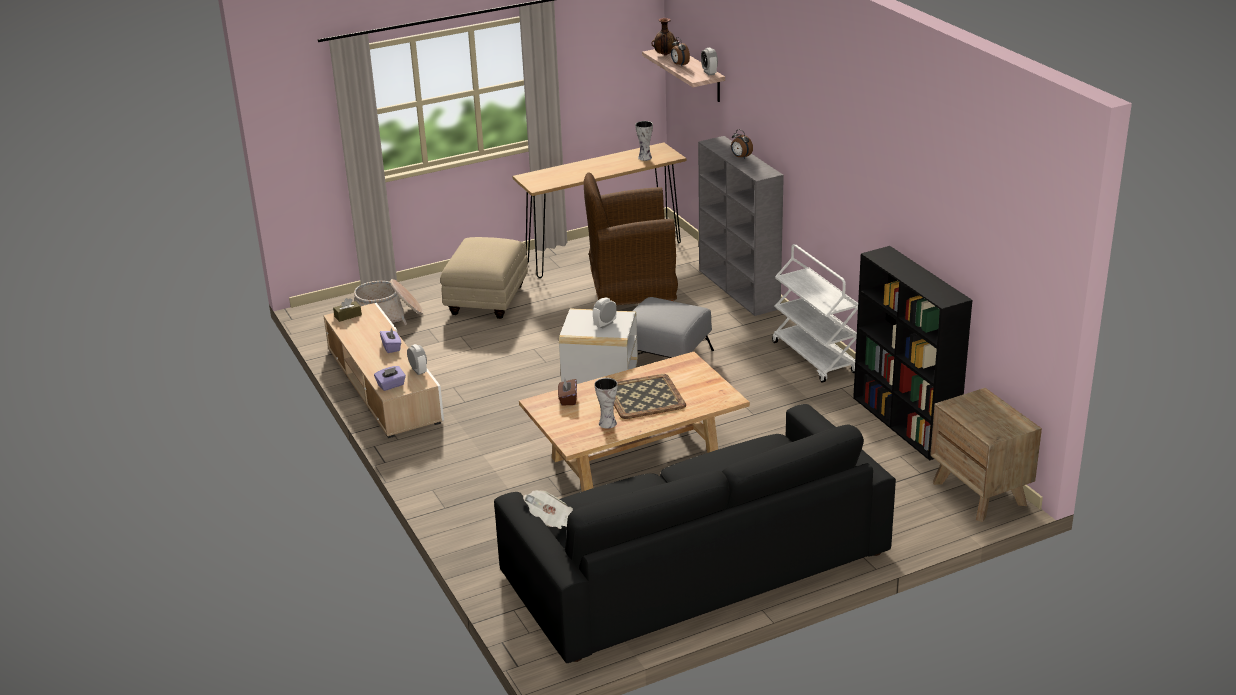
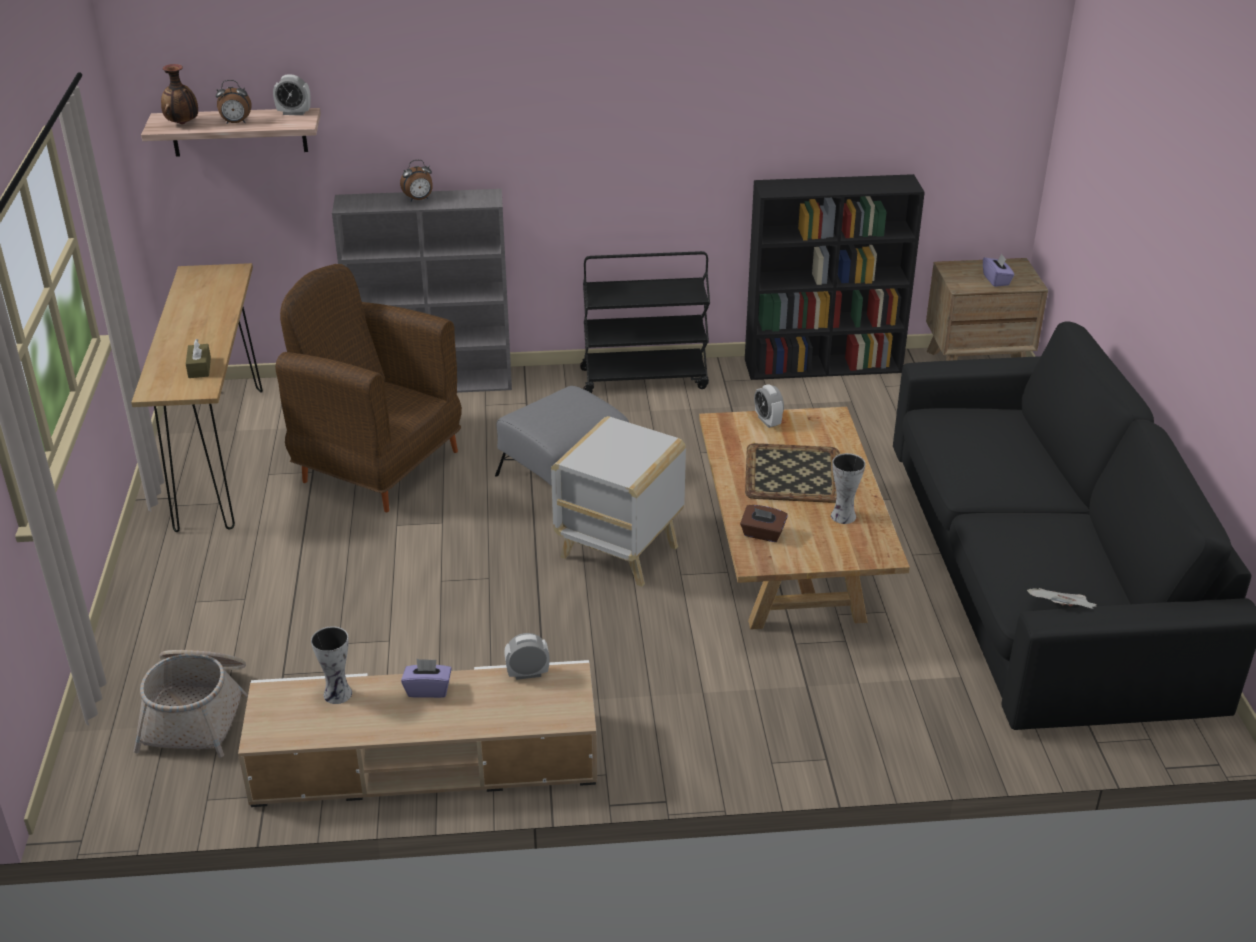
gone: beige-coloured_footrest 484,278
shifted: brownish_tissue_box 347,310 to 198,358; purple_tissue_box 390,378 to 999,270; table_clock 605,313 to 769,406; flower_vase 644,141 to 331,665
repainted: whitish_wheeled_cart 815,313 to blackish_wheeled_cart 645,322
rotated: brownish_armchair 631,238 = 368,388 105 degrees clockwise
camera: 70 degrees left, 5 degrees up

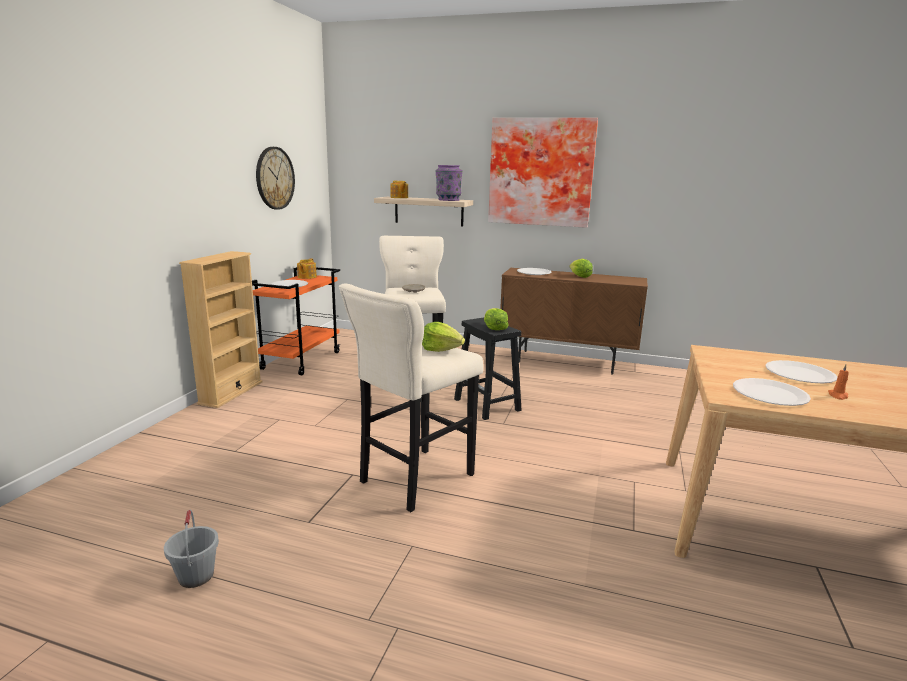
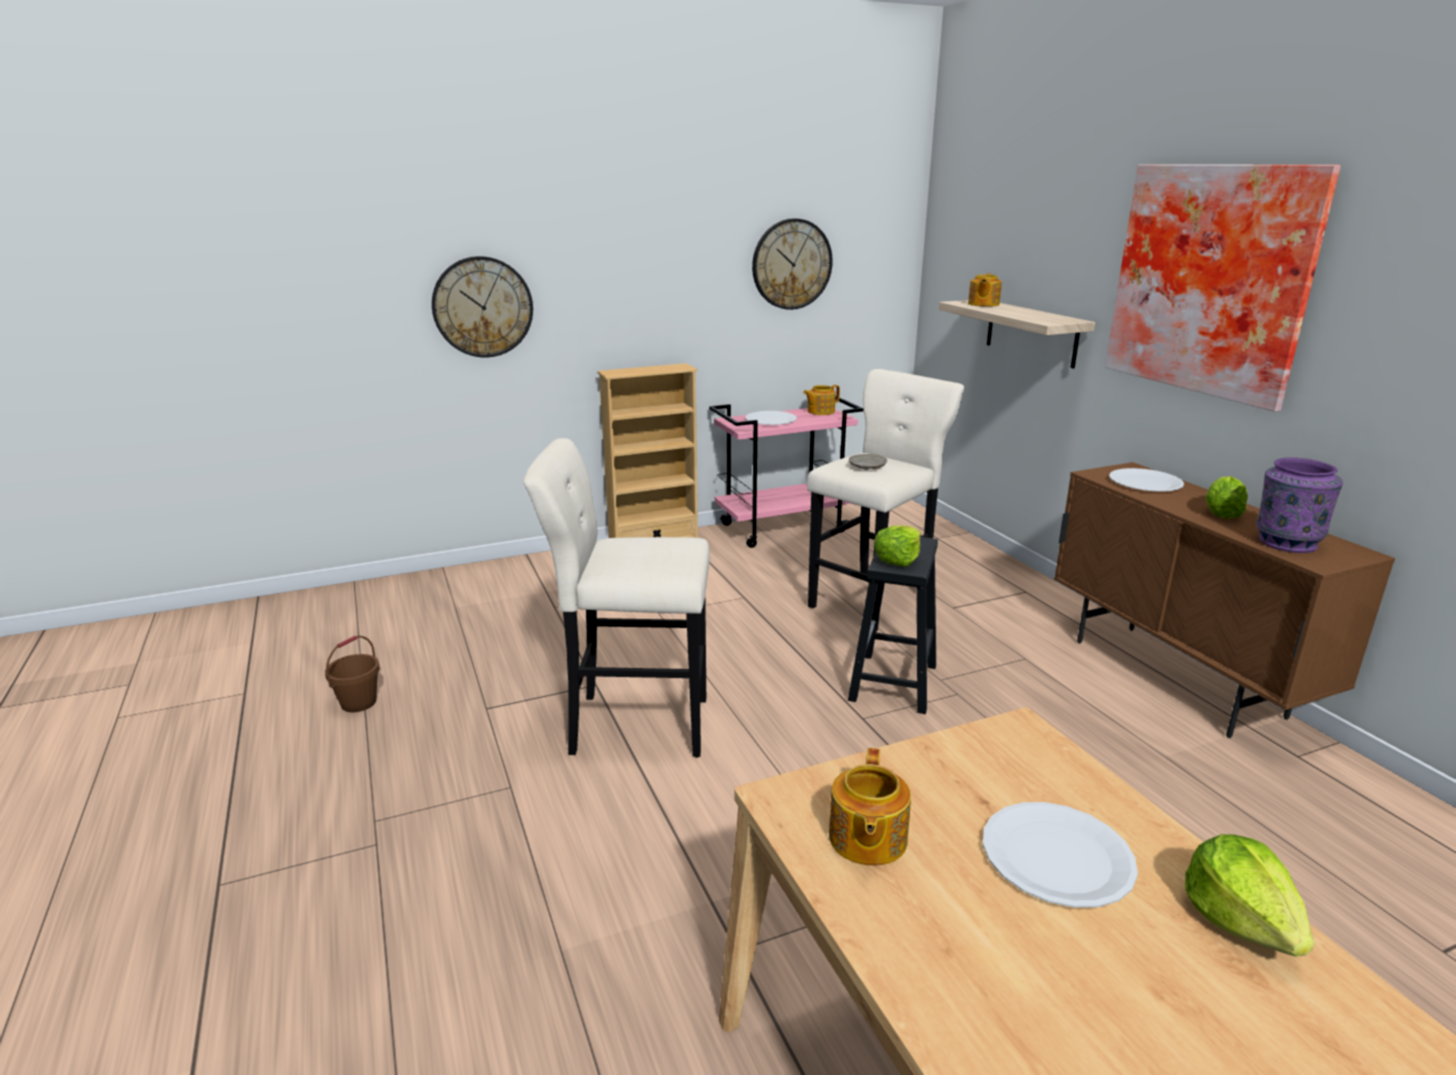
gone: orange-coloured_wax_light 838,382
new: wall_clock 482,307
shifted: lettuce_head 443,337 to 1249,895; purple_flower_vase 448,183 to 1299,505
swapped: whitish_plate 772,392 to tea_pot 870,807
repainted: greyish_water_bucket 191,548 to brownish_water_bucket 352,674; orange-coloured_wheeled_cart 296,321 to pinkish_wheeled_cart 786,472
camera: 50 degrees right, 5 degrees up

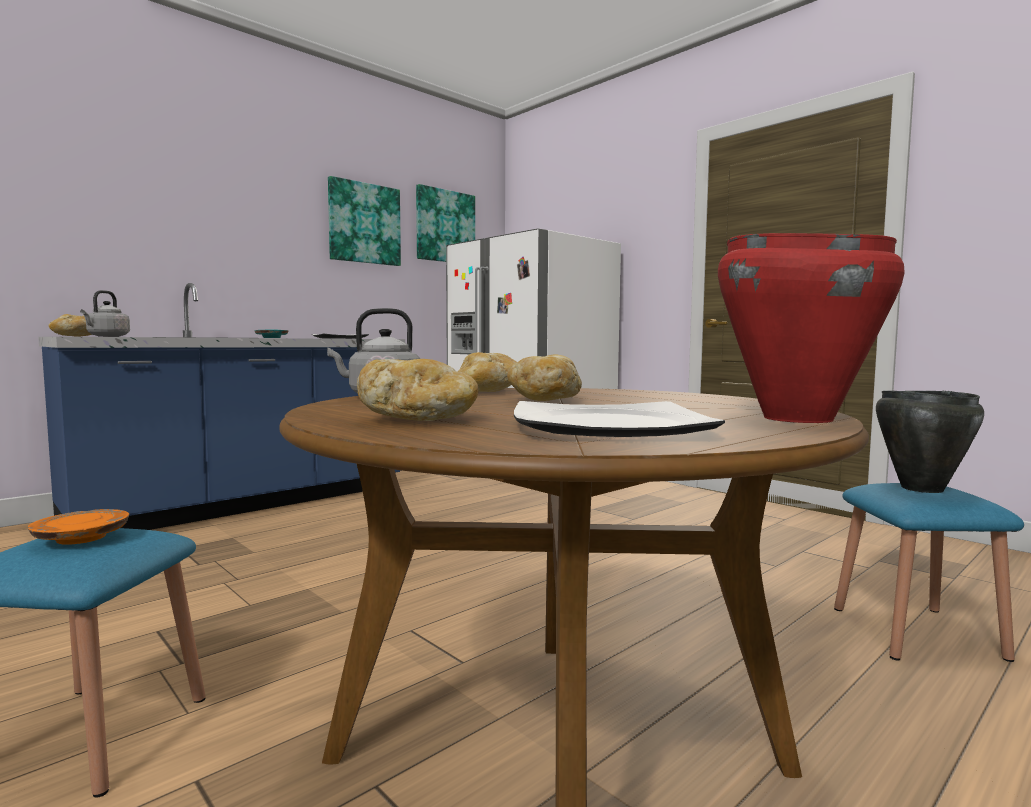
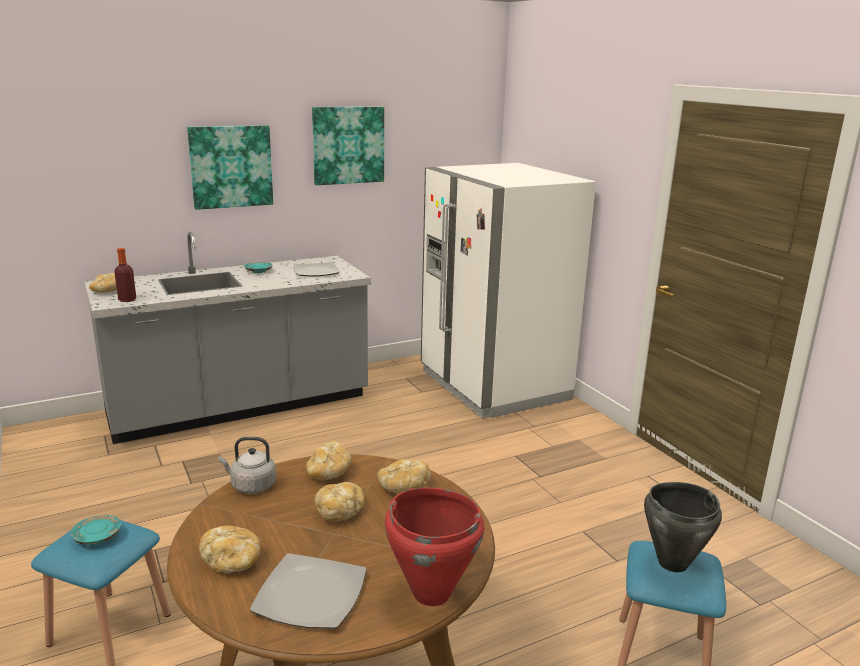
new: bakery_bread 404,476
shifted: wall_picture 445,223 to 230,167
swapped: greyish_kettle 105,313 to drink_bottle 125,275
repainted: orange-coloured_plate 78,527 to turquoise-coloured_plate 96,530; blue_kitchen_base_unit 221,406 to greyish_kitchen_base_unit 227,338
camera: 15 degrees right, 15 degrees up

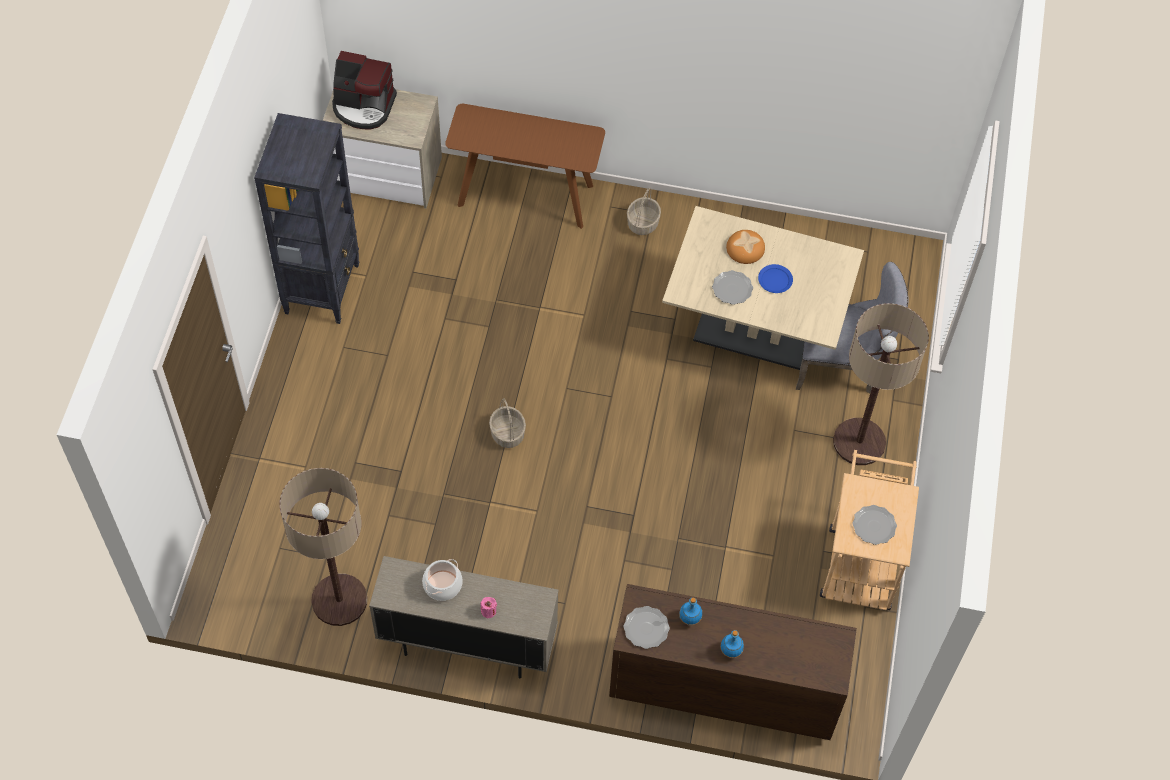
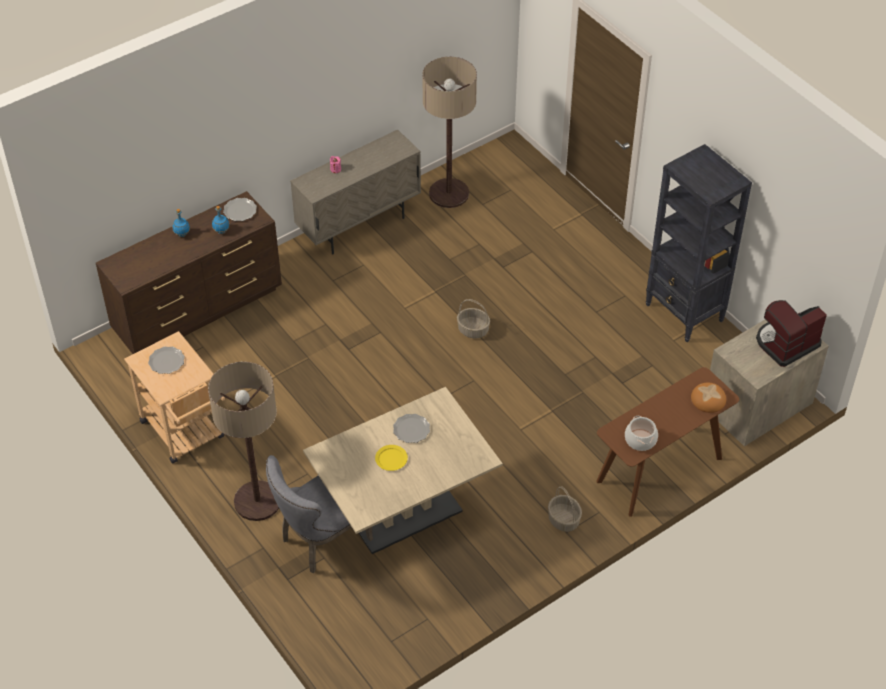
shifted: cooking_pot 442,580 to 641,433; bakery_bread 745,247 to 708,398
repainted: blue_plate 775,278 to yellow-coloured_plate 391,458
camera: 135 degrees right, 10 degrees down

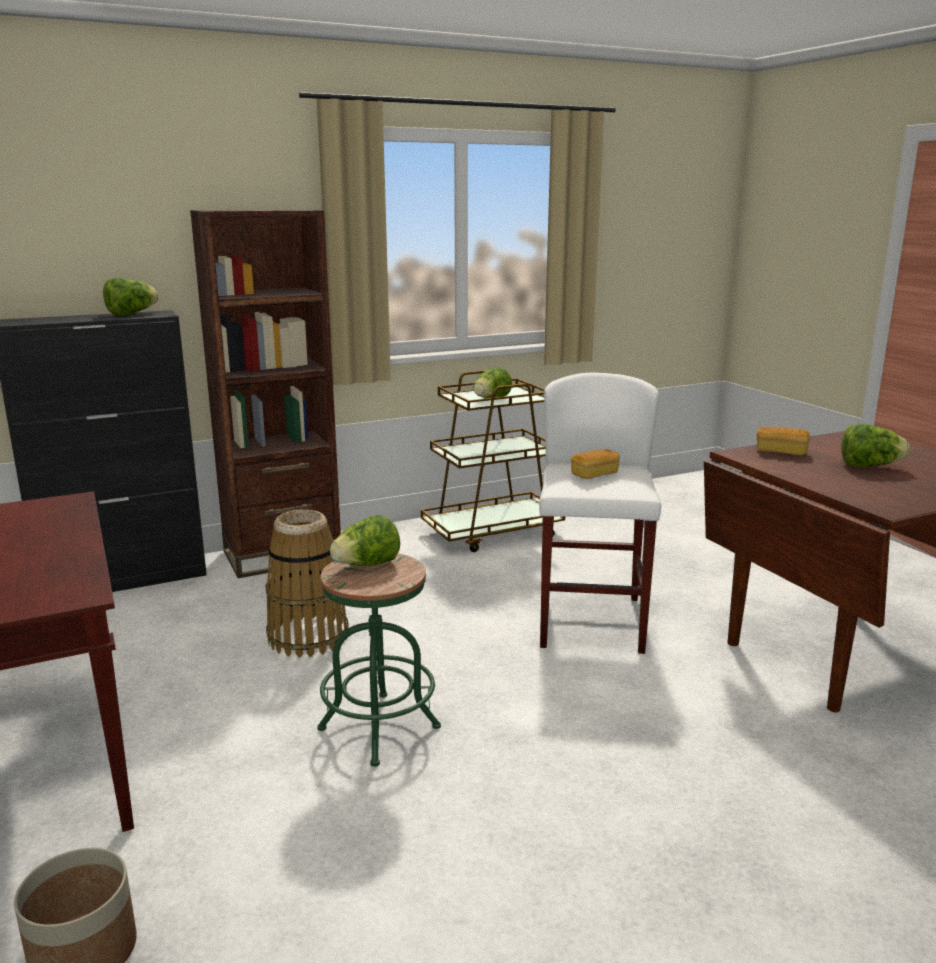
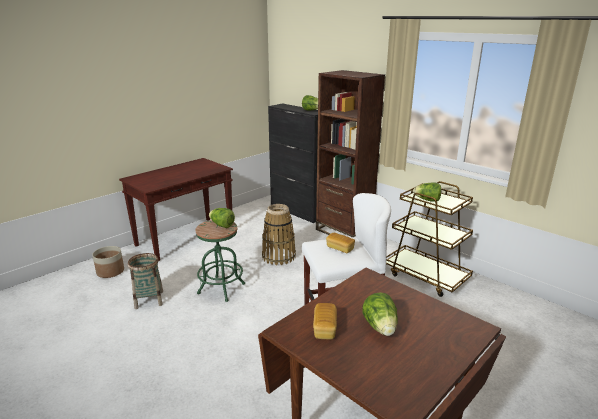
new: household_basket 145,281
shifted: bakery_bread 783,441 to 325,321
camera: 70 degrees right, 5 degrees up

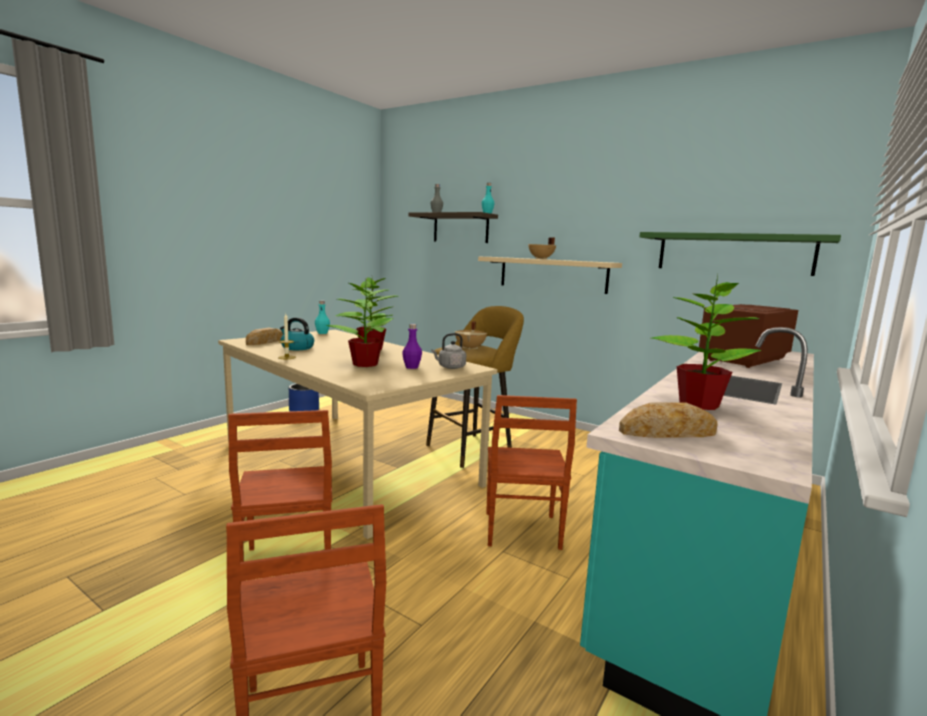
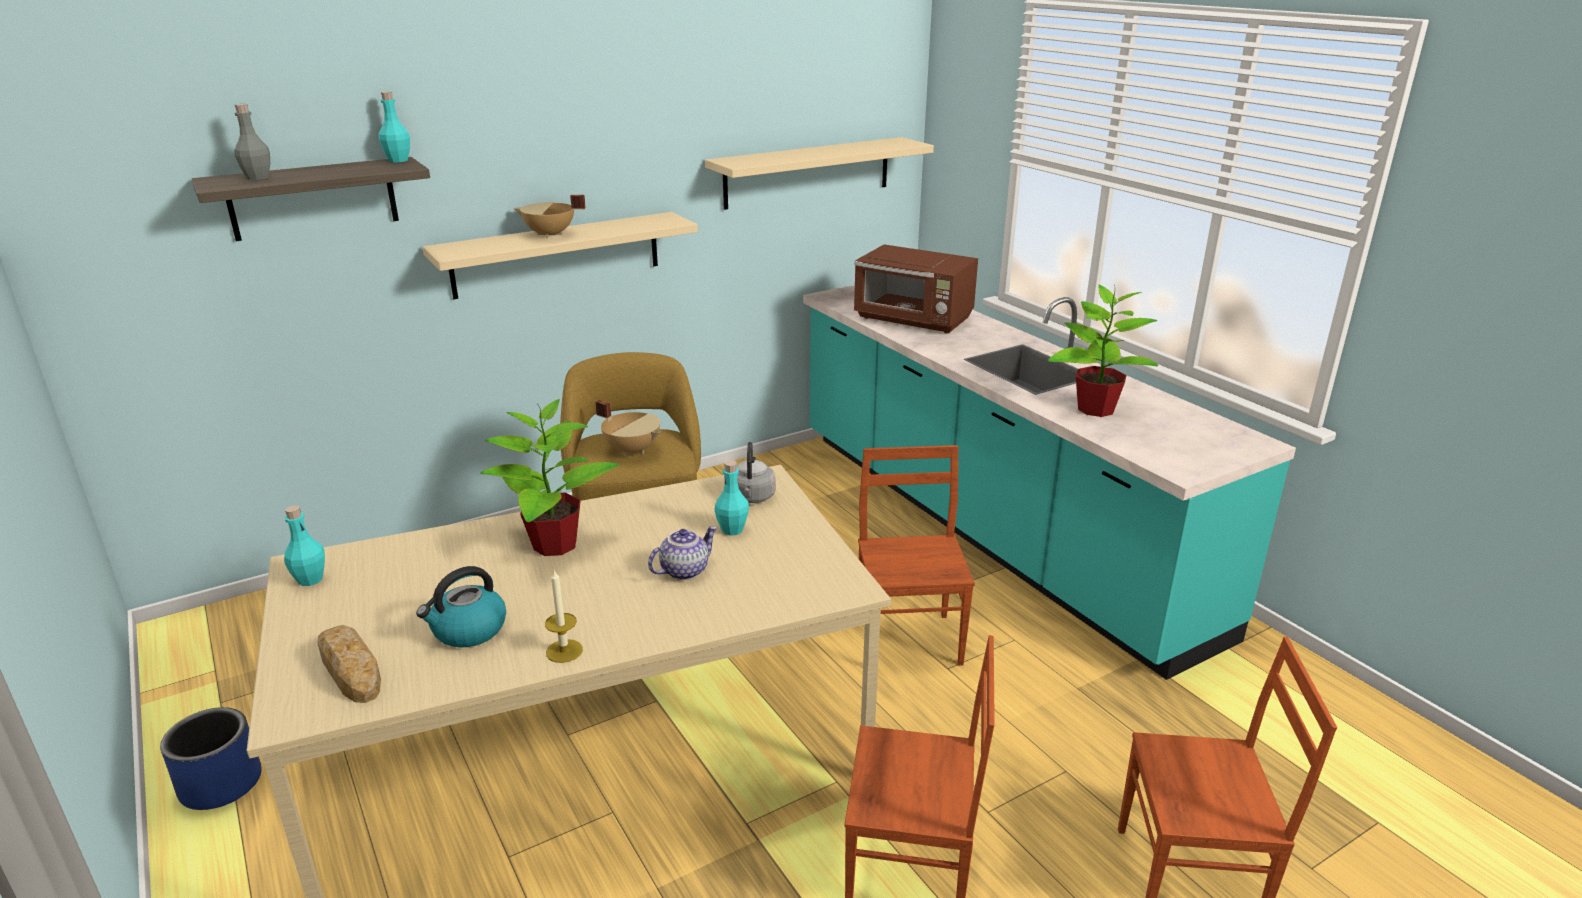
gone: bakery_bread 668,420
swapped: plant_in_a_pot 360,324 to tea_pot 682,553
repainted: purple_drink_bottle 412,346 to turquoise-coloured_drink_bottle 731,498; green_shelf 740,254 to beige-coloured_shelf 819,173
rotated: brownish_plain_chair 531,472 = 916,555 120 degrees counterclockwise; brownish_microwave 748,336 = 916,289 45 degrees counterclockwise
camera: 65 degrees left, 15 degrees up

